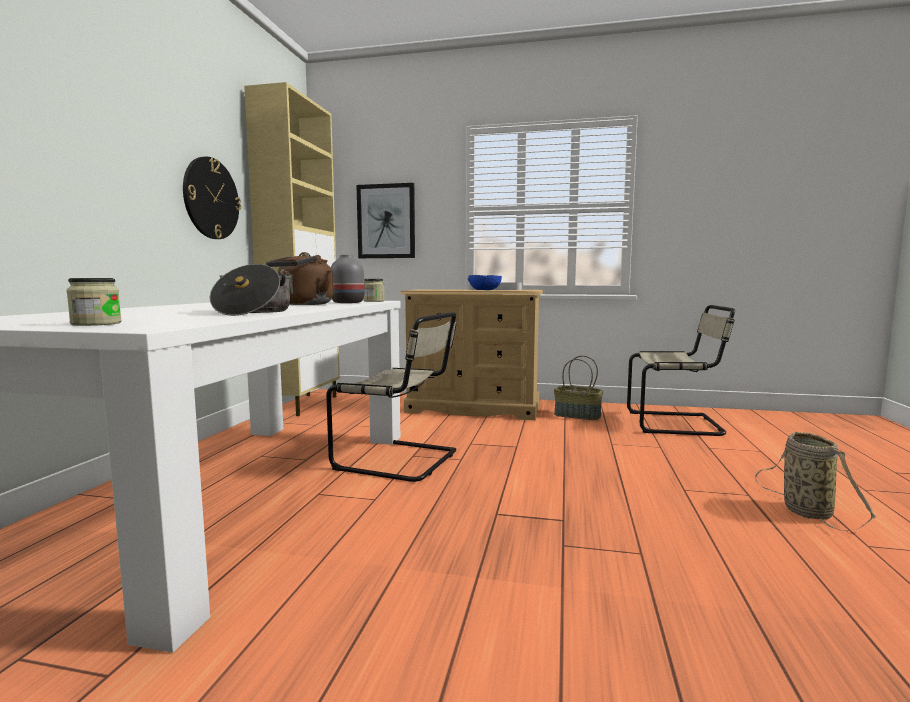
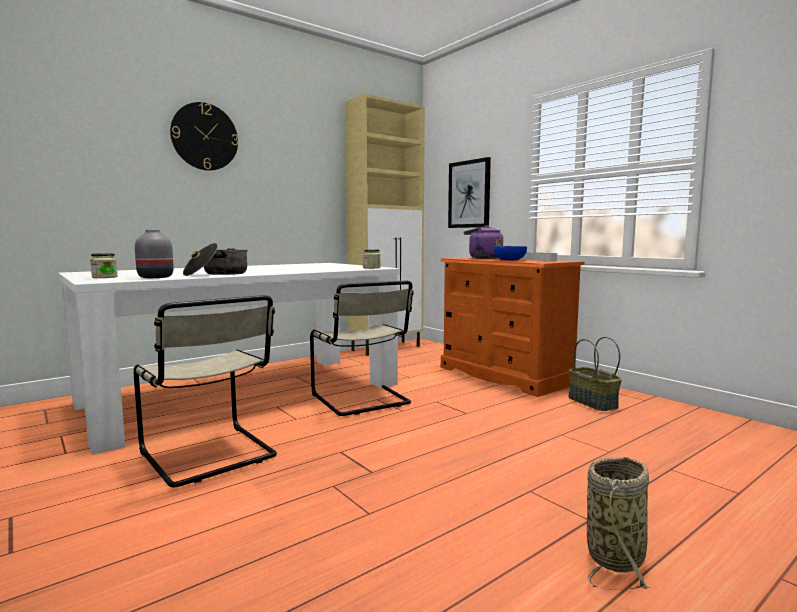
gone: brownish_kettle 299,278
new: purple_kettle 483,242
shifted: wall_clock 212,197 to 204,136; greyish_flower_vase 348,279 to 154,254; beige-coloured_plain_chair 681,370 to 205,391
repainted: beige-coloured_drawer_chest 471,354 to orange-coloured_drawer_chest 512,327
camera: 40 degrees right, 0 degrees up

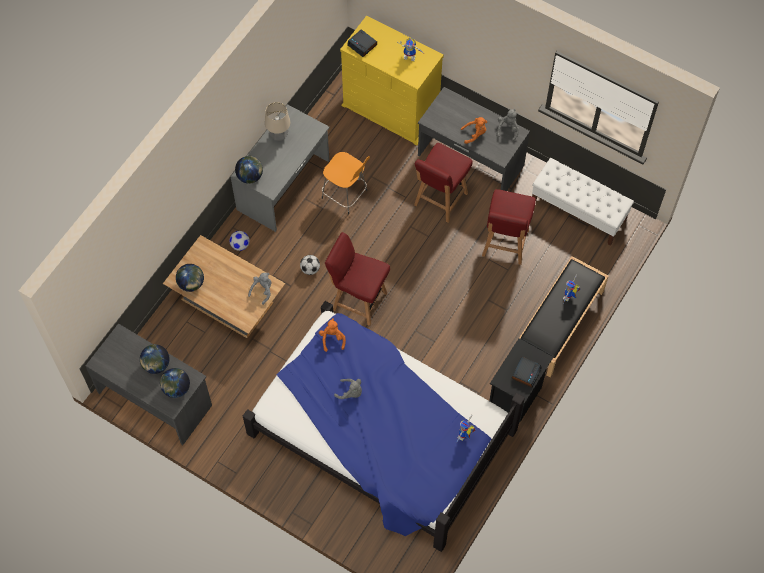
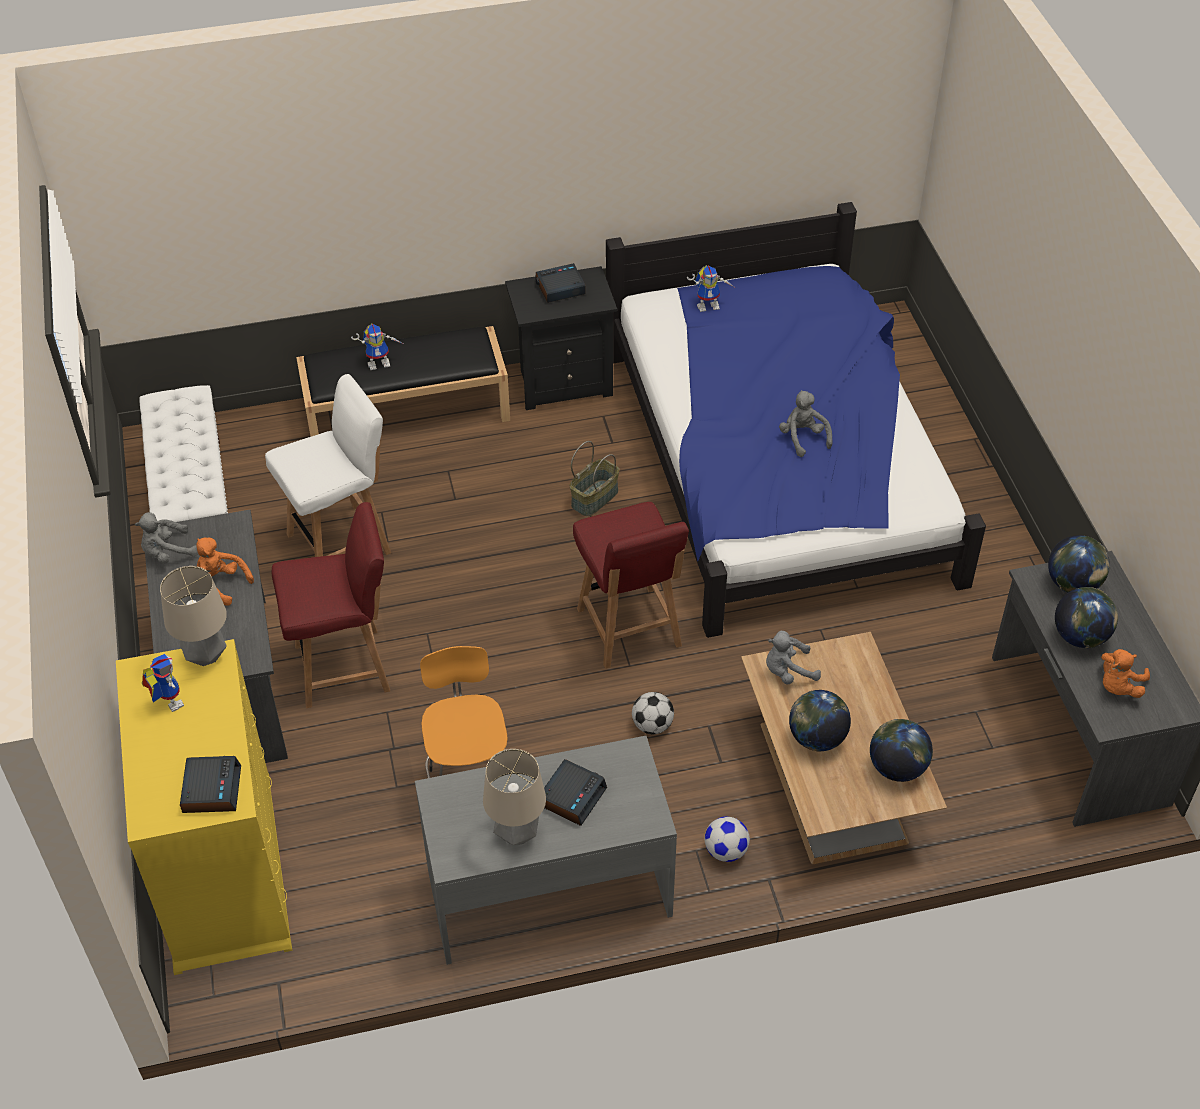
new: table_lamp 193,616; table_clock 575,792; household_basket 594,478
shifted: globe 249,170 to 820,720; orange-coloured_soft_toy 332,335 to 1125,673
repainted: red_plain_chair 509,227 to whitish_plain_chair 328,465
camera: 135 degrees left, 15 degrees down

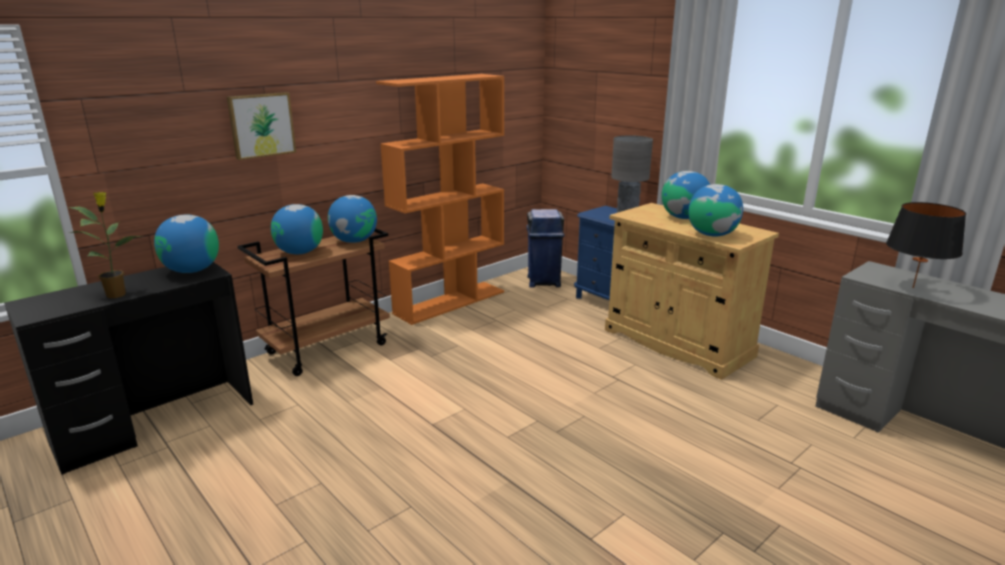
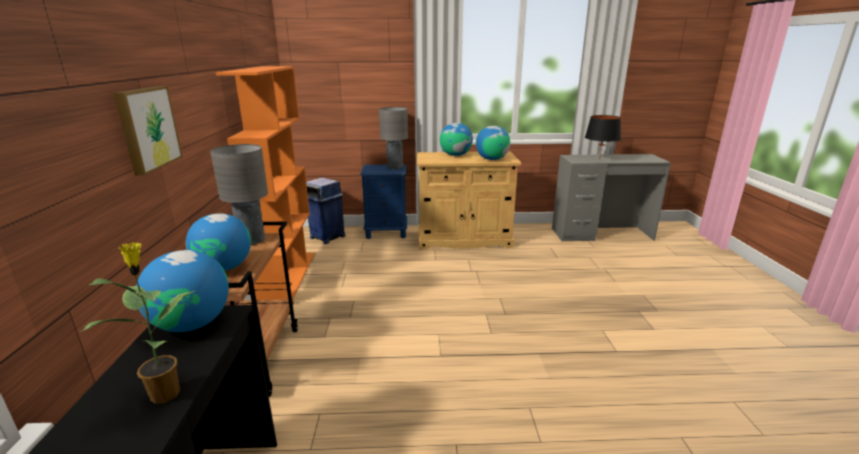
swapped: globe 352,219 to greyish_table_lamp 239,194
camera: 50 degrees left, 0 degrees up

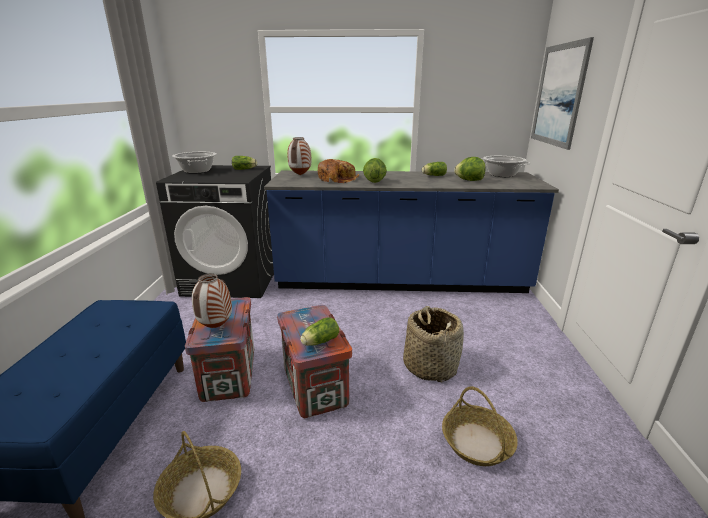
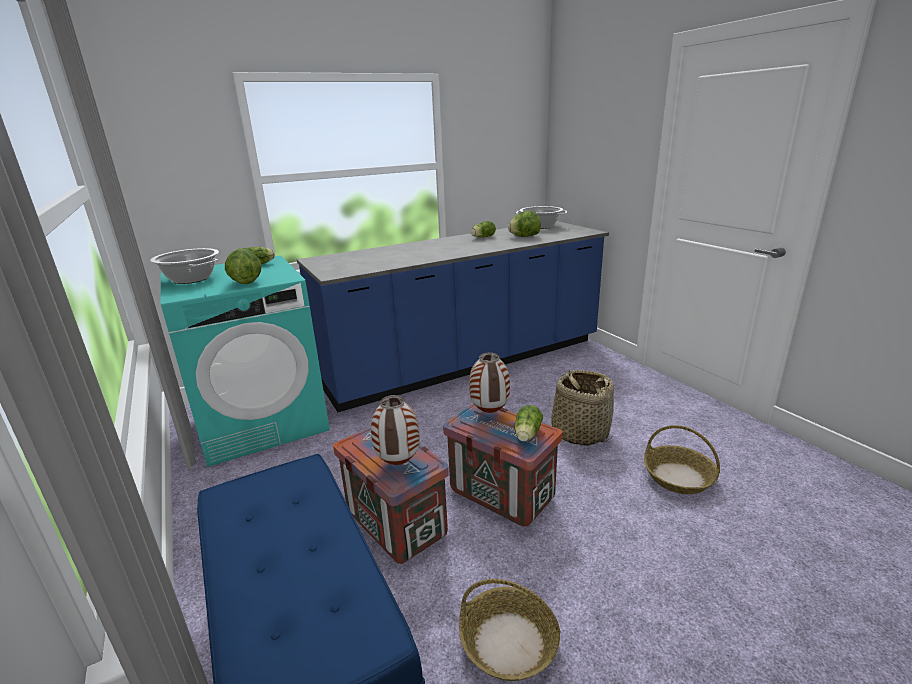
gone: bakery_bread 338,171; wall_picture 562,93
shifted: flower_vase 299,156 to 489,382; lettuce_head 375,170 to 243,266
repainted: blackish_washing_machine 215,231 to turquoise-coloured_washing_machine 245,361
camera: 30 degrees left, 0 degrees up

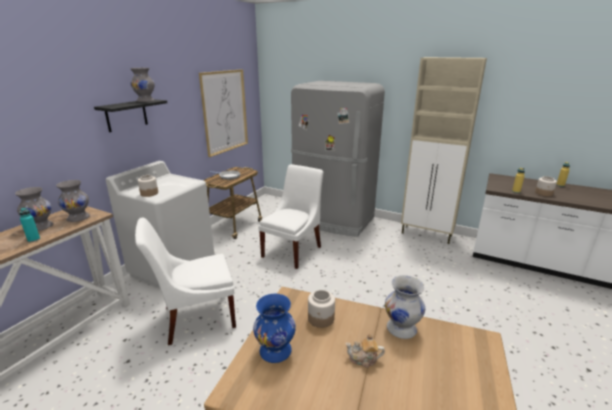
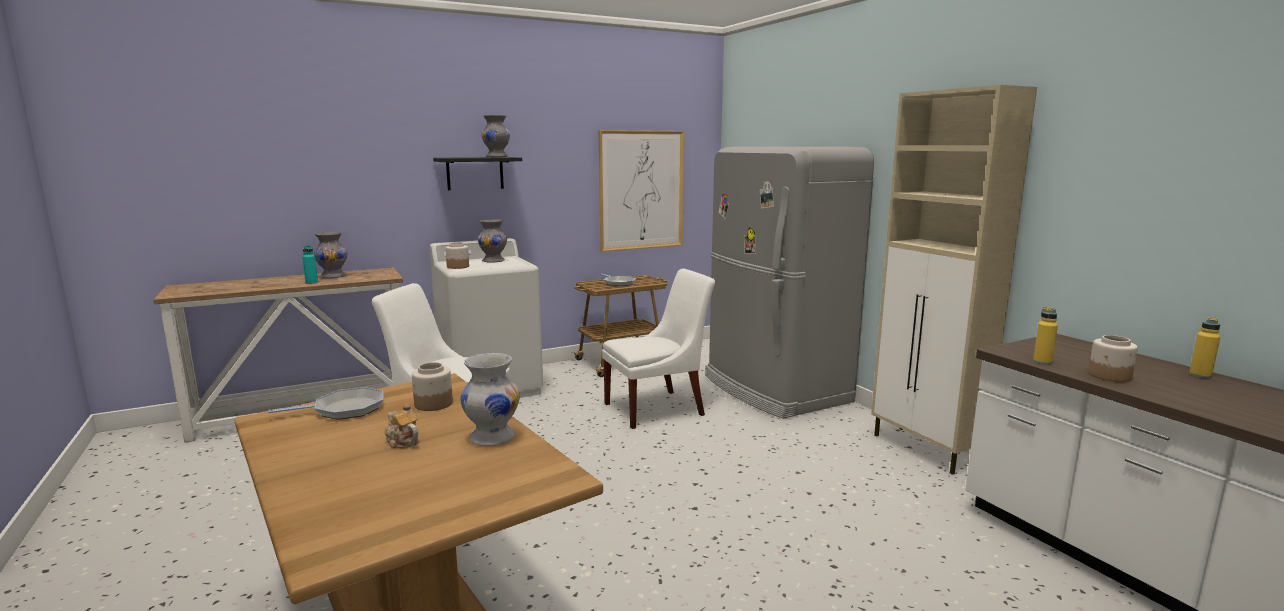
shifted: greyish_flower_vase 73,201 to 492,241
swapped: blue_flower_vase 274,328 to frying_pan 326,403
camera: 35 degrees right, 10 degrees down

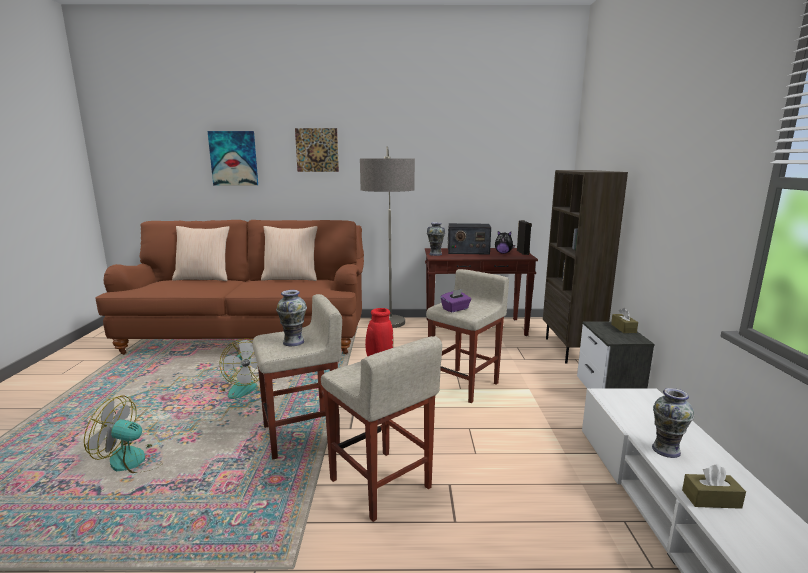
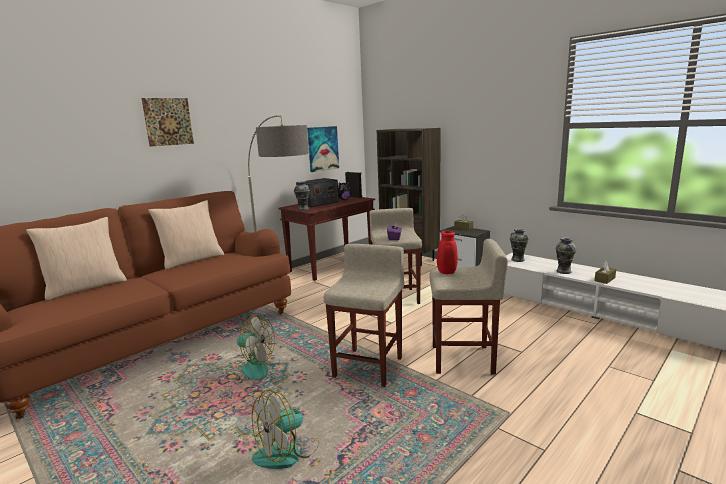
shifted: wall_picture 232,158 to 323,149; flower_vase 291,318 to 519,245
camera: 45 degrees left, 0 degrees up

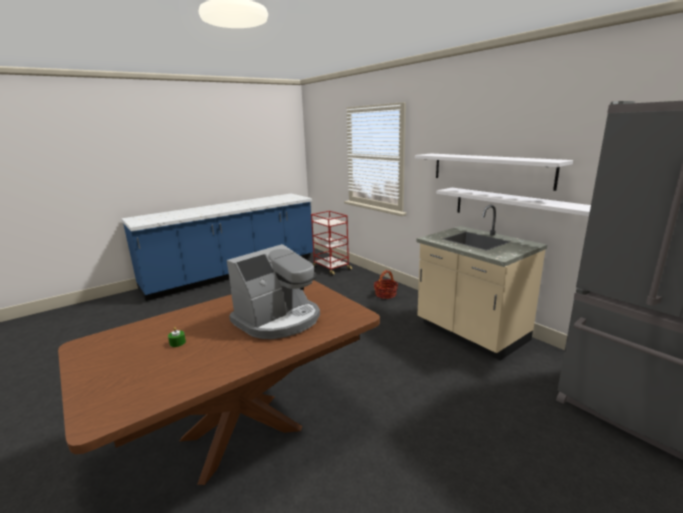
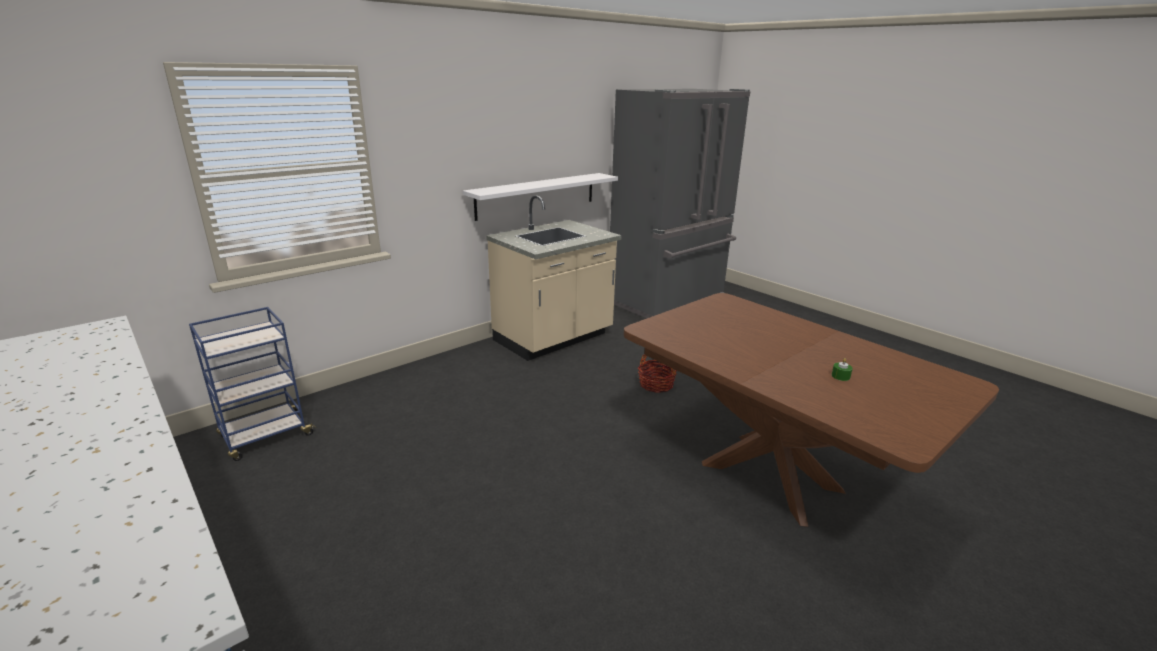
gone: coffee_brewer 273,291; whitish_shelf 494,172
shifted: household_basket 386,284 to 657,374
repainted: red_wheeled_cart 331,243 to blue_wheeled_cart 252,384
camera: 95 degrees left, 5 degrees up

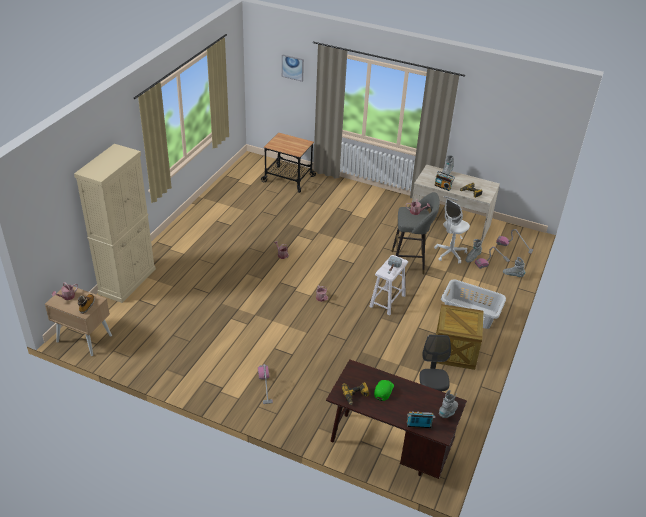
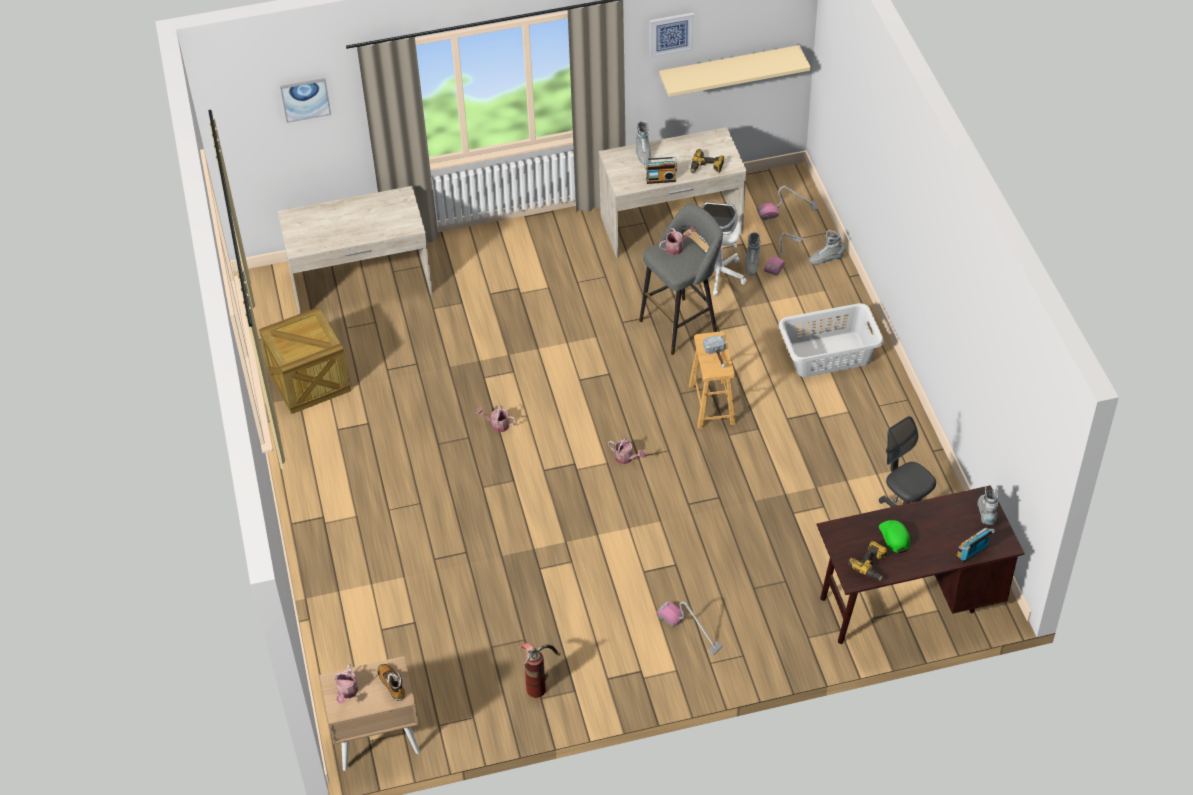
gone: beige-coloured_cabinet 115,223
new: fire_extinguisher 540,670; wall_picture 672,35; beige-coloured_shelf 735,71
shifted: crate 460,337 to 305,360
swapped: wheeled_cart 288,162 to beige-coloured_desk_unit 355,250
repainted: whitish_sitting_stool 388,285 to brownish_sitting_stool 712,380
camera: 35 degrees left, 10 degrees up

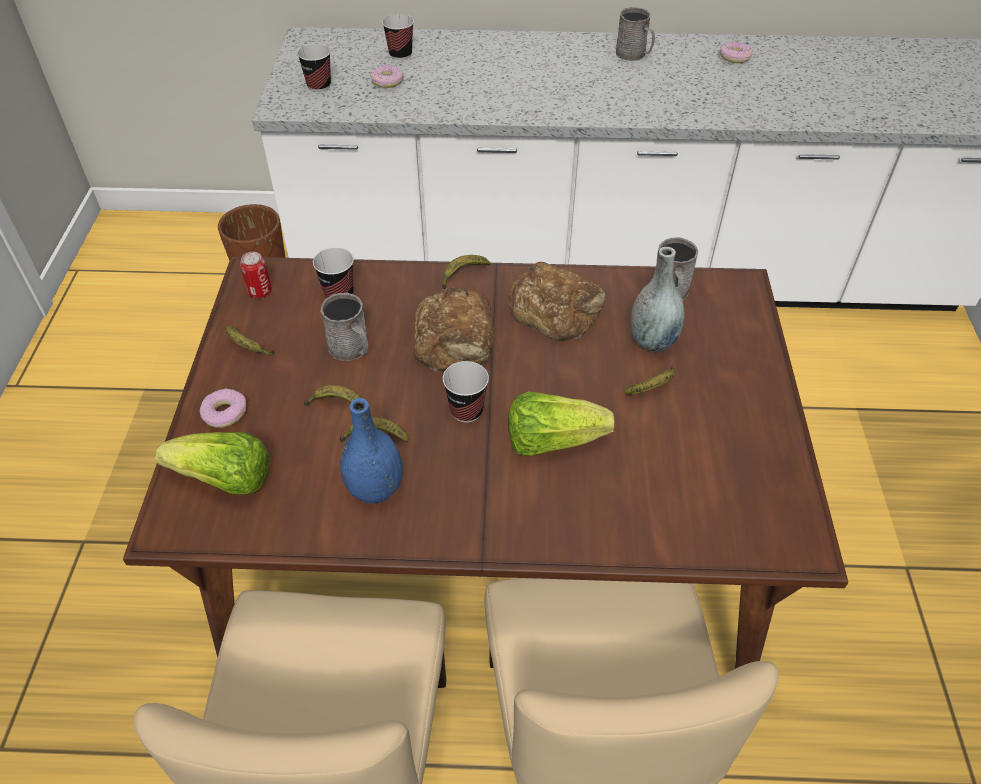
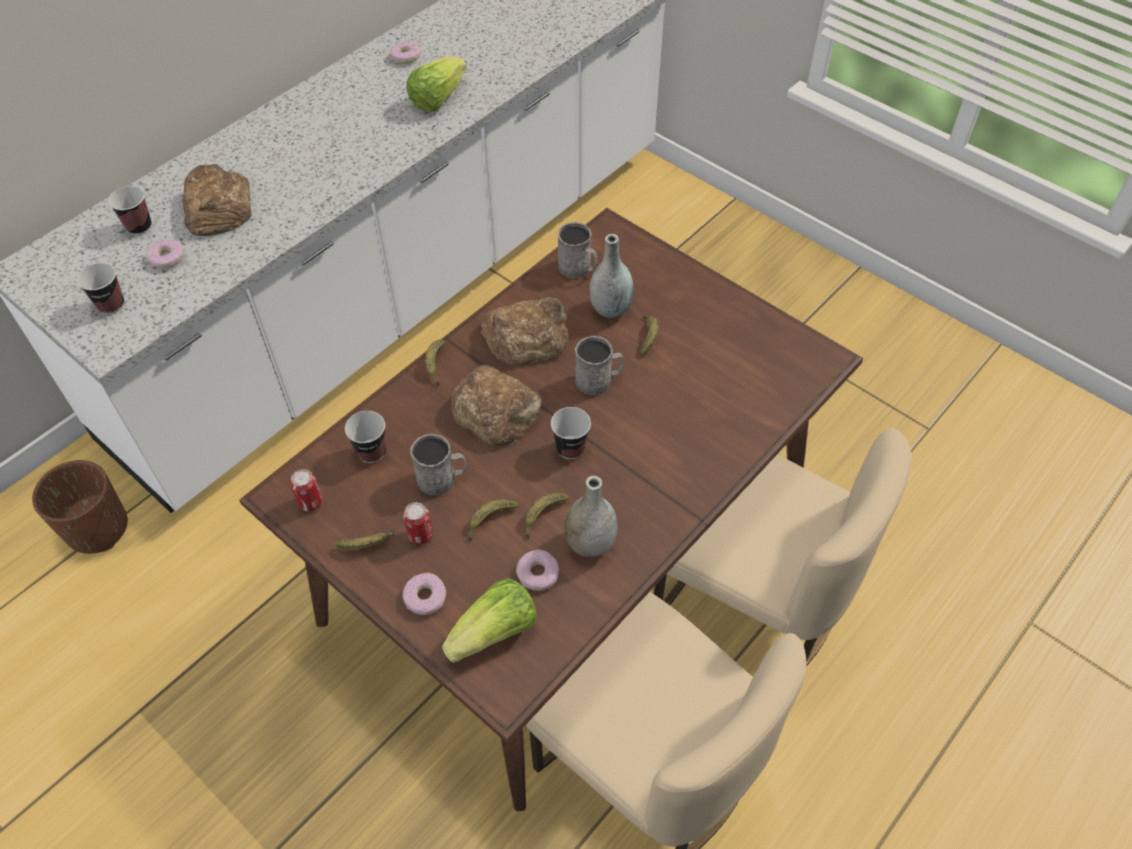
new: bakery_bread 216,200; sealed_can 418,523; donut 537,570
shifted: lettuce_head 561,423 to 436,84; greyish_mug 635,34 to 599,365
repainted: blue_flower_vase 371,450 to greyish_flower_vase 591,517
camera: 50 degrees left, 5 degrees up

